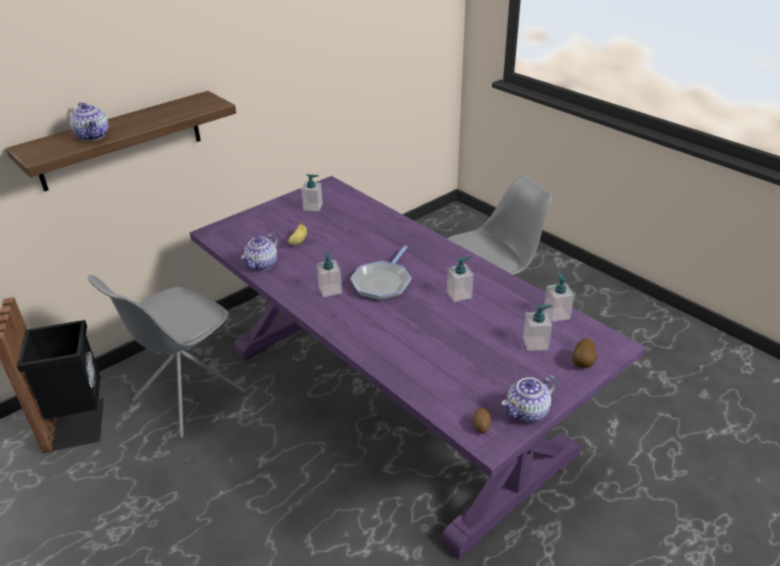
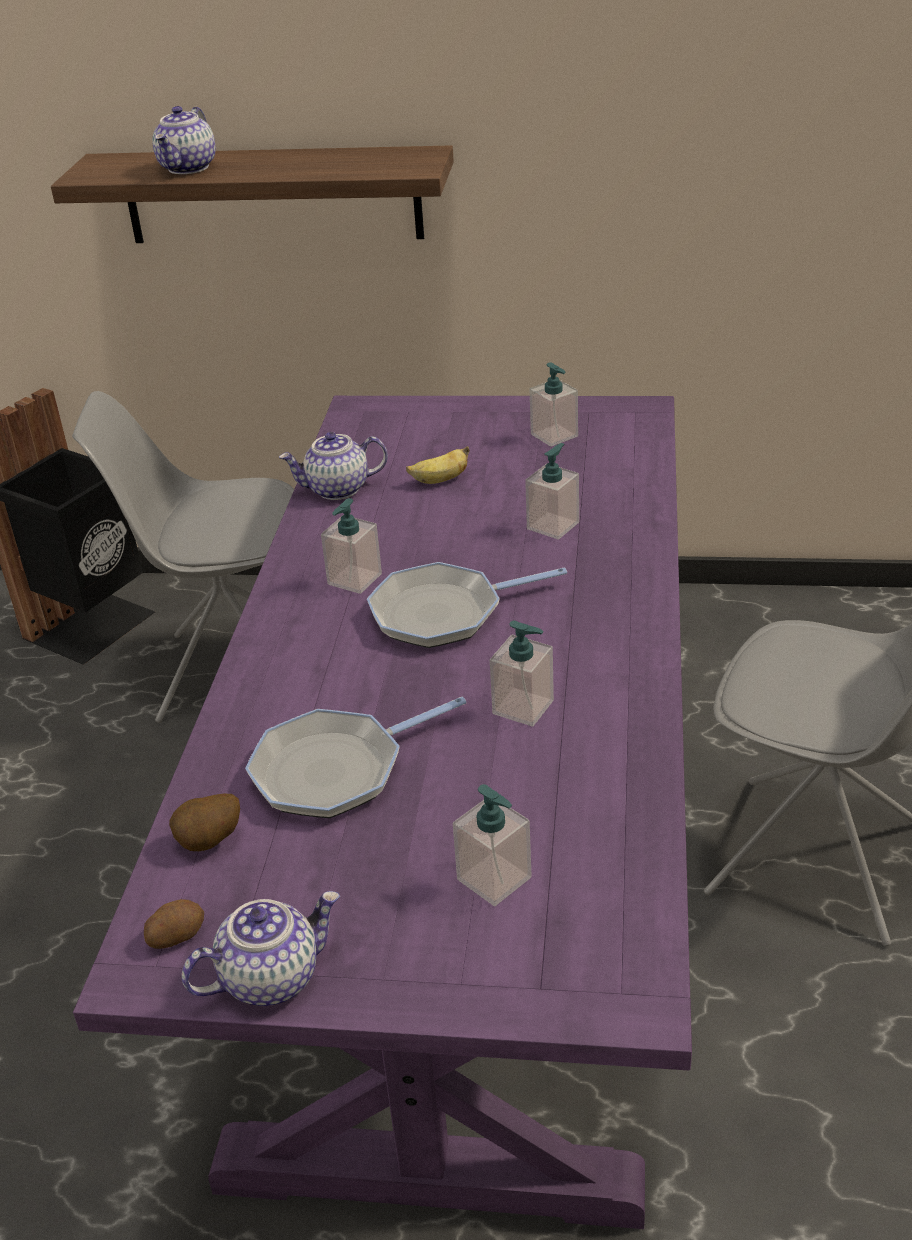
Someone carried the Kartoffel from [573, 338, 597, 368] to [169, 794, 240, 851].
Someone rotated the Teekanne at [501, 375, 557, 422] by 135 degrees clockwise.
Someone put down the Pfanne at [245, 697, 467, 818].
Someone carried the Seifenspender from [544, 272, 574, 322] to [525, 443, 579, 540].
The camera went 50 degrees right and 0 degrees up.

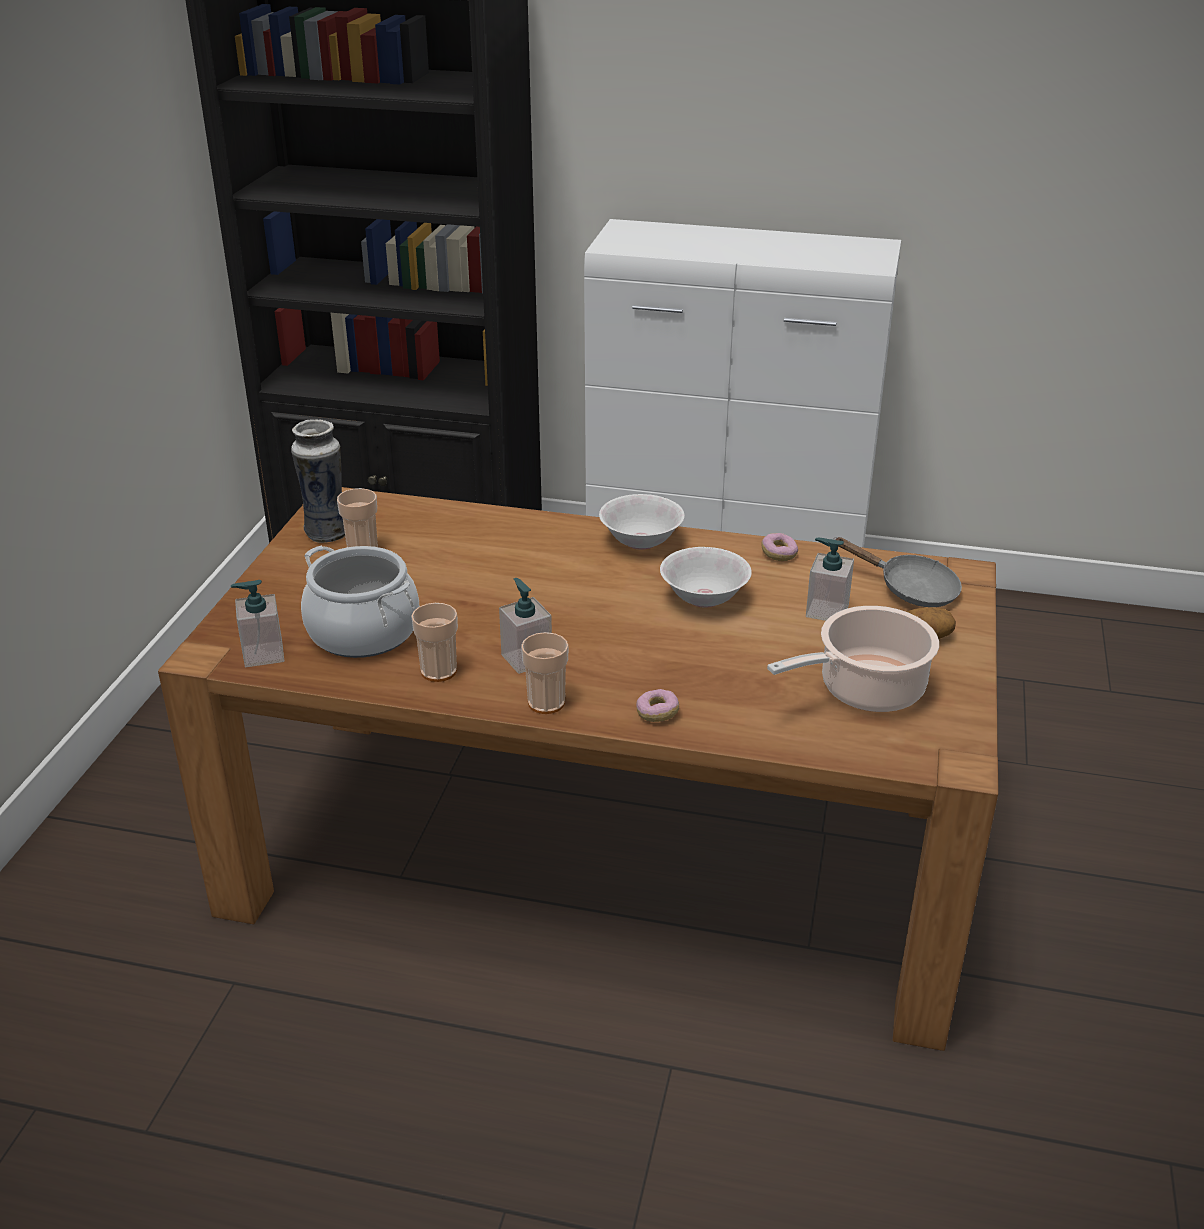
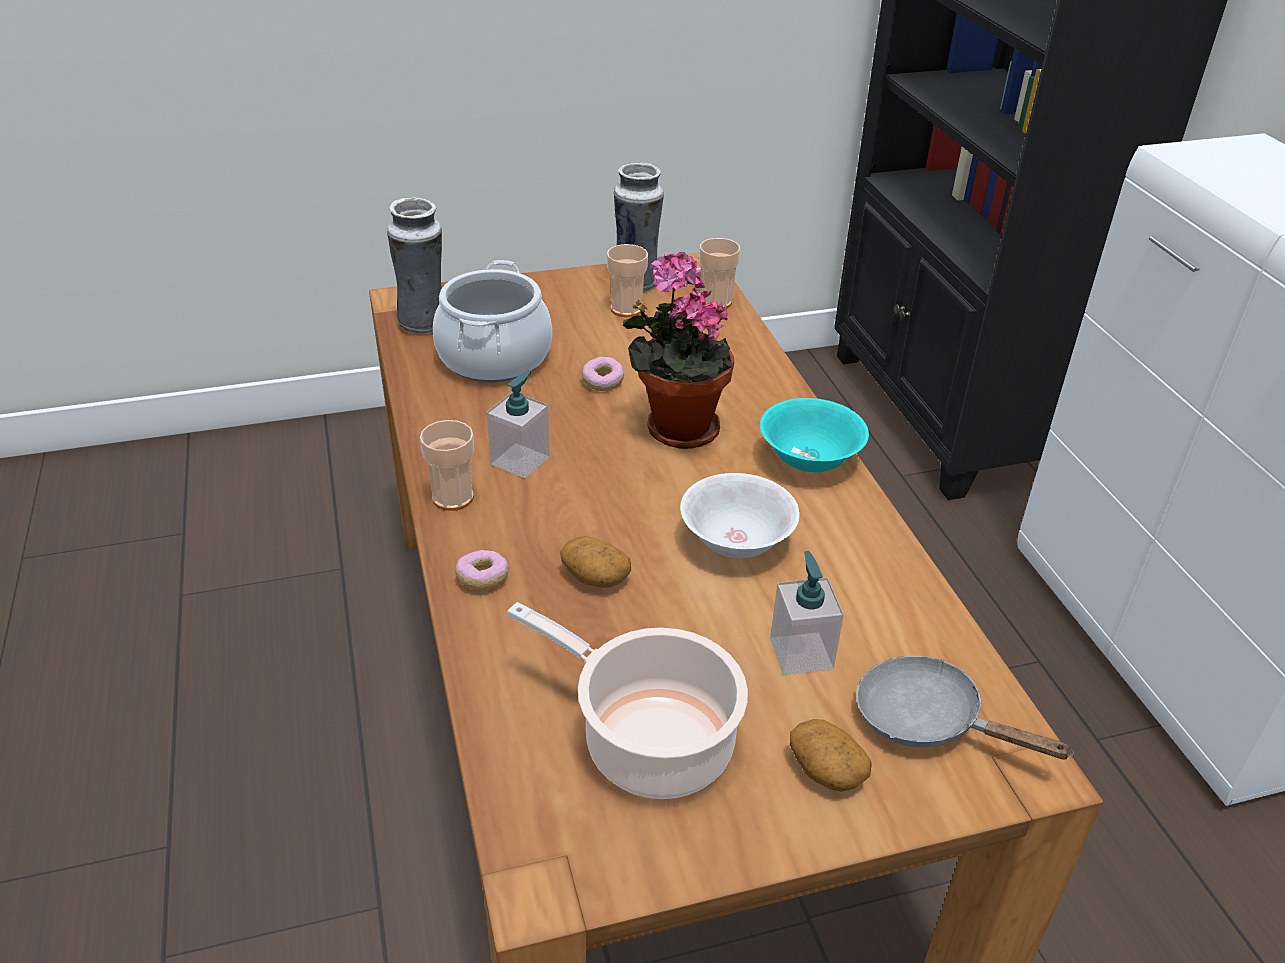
Someone swapped the Seifenspender at [231, 580, 284, 667] for the Vase at [387, 197, 442, 335].
Someone put down the Kartoffel at [560, 536, 631, 588].
Someone carried the Donut from [761, 533, 798, 561] to [582, 357, 624, 391].
Someone put down the Topfpflanze at [623, 252, 734, 449].
Someone carried the Tasse from [411, 603, 458, 682] to [699, 238, 740, 309].
Someone repainted the Schüssel (weiß) at [599, 494, 685, 550], which became the Schüssel (türkis) at [760, 398, 869, 472].
Someone rotated the Pfanne (grau) at [836, 537, 962, 607] by 120 degrees clockwise.
The camera went 60 degrees right and 5 degrees up.

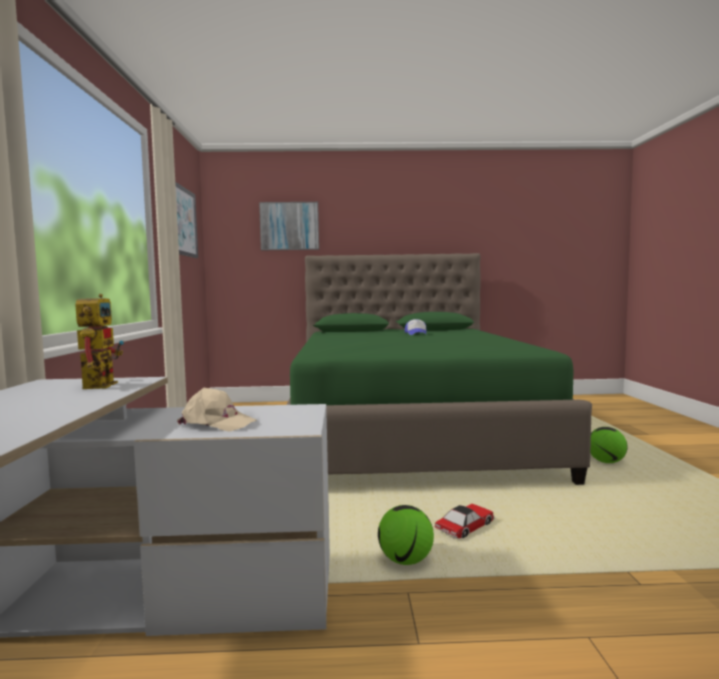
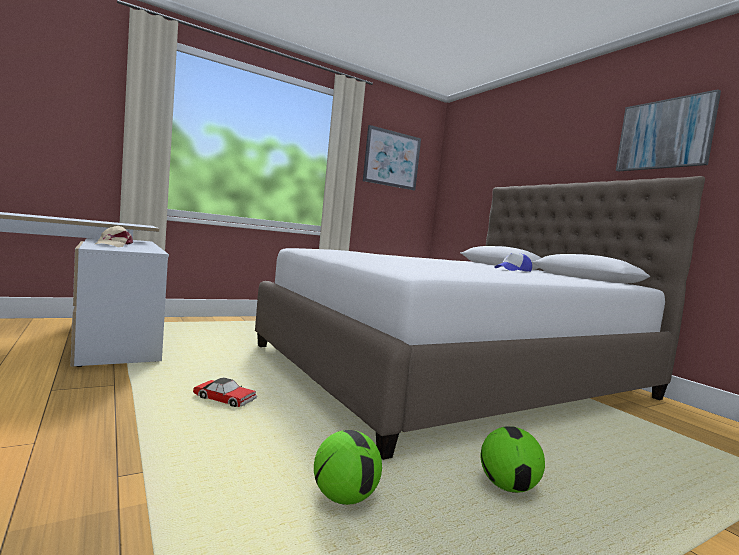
Someone repainted the Bett (grün) at [287, 253, 592, 485], which became the Bett (weiß) at [255, 176, 705, 460].
Someone carried the Fußball from [378, 505, 434, 565] to [314, 430, 382, 505].
Someone carried the Bild from [259, 202, 319, 250] to [616, 89, 721, 172].
Someone took away the Spielzeugroboter at [75, 294, 124, 389].
The camera went 60 degrees right and 0 degrees up.

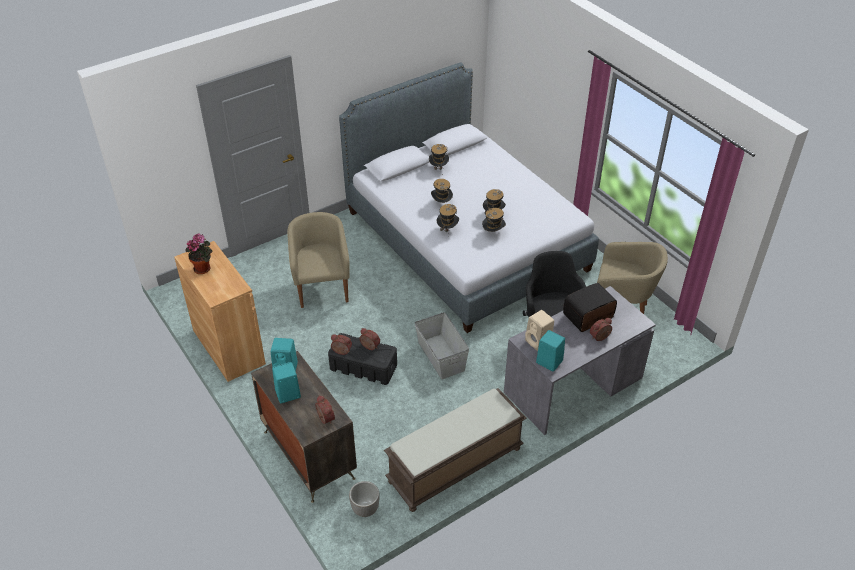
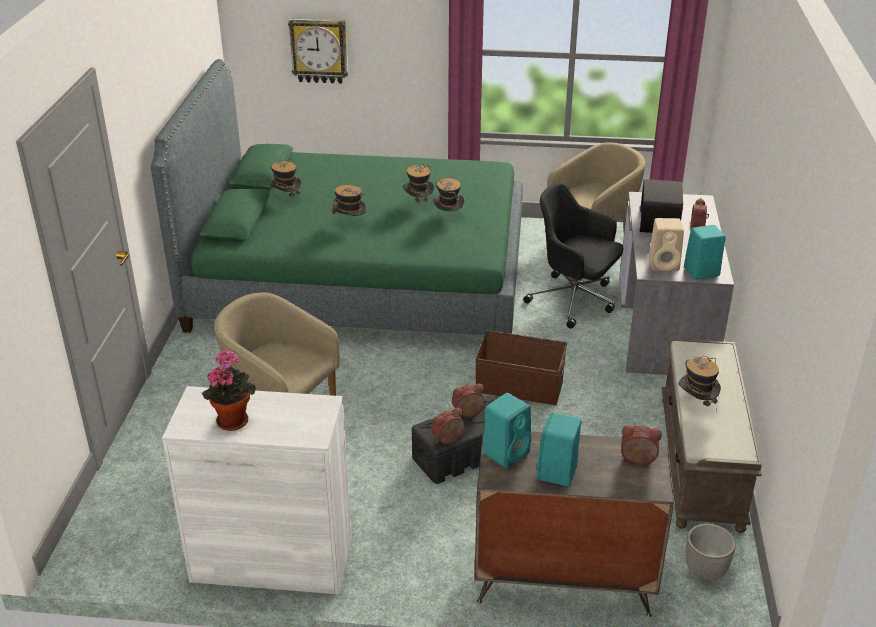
Someone repainted the Bett (grau) at [339, 63, 599, 333], which became the Bett (grün) at [151, 59, 523, 335].
Someone repainted the Schrank (braun) at [174, 241, 266, 382], which became the Schrank (weiß) at [162, 386, 352, 594].
Someone put up the Wanduhr at [288, 18, 349, 84].
Someone repainted the Aufbewahrungsbox (grau) at [415, 312, 469, 379], which became the Aufbewahrungsbox (braun) at [475, 330, 567, 405].
Someone carried the Hut from [437, 204, 459, 238] to [678, 356, 721, 411].
The camera went 50 degrees left and 10 degrees down.

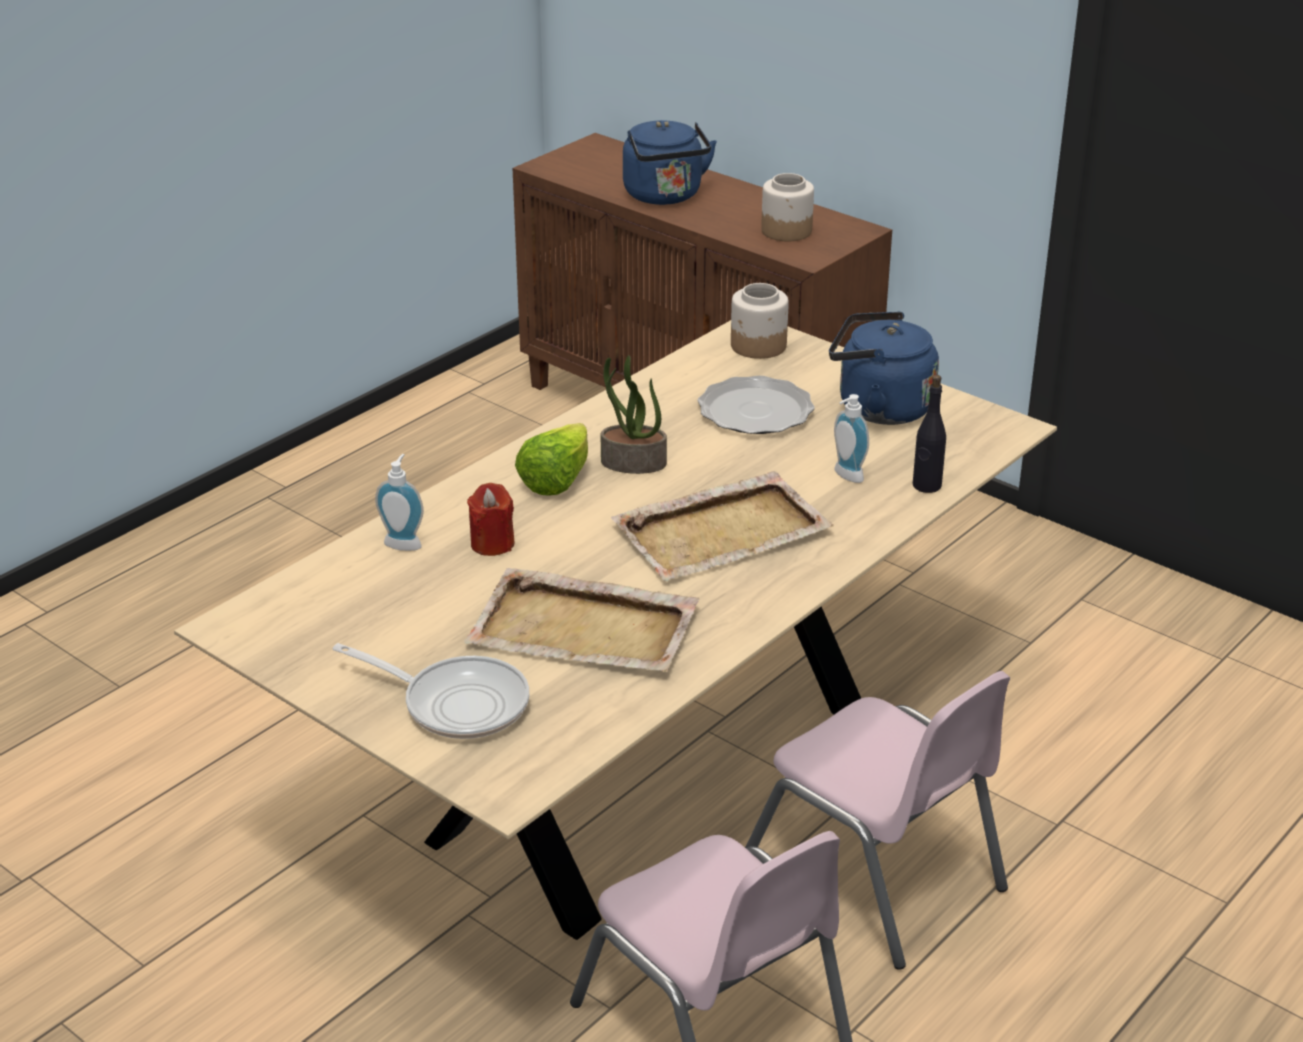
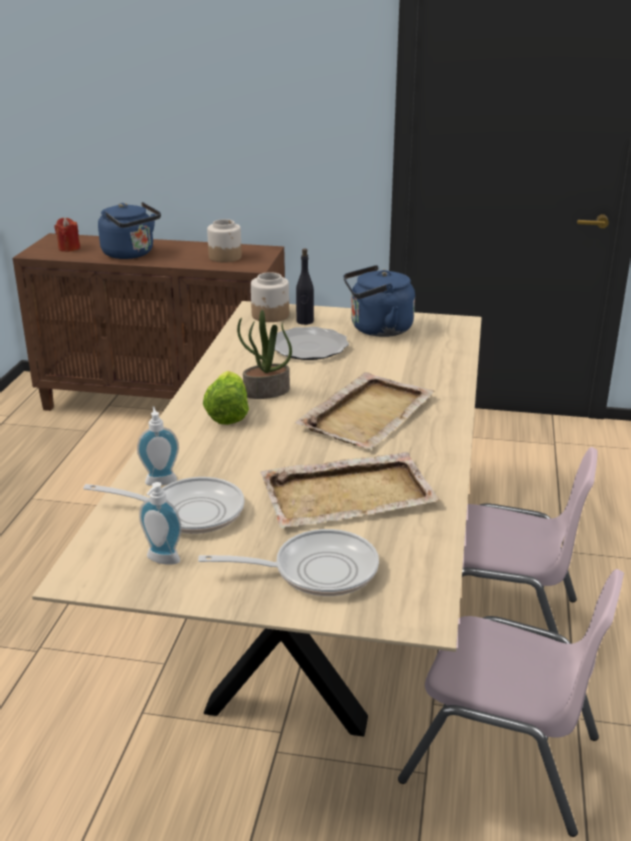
Someone carried the Kerze (rot) from [467, 483, 515, 556] to [54, 218, 81, 252].
Someone put down the Pfanne at [83, 477, 244, 534].
Someone carried the Seifenspender from [834, 394, 869, 483] to [139, 482, 182, 564].
Someone carried the Flasche (schwarz) from [913, 375, 946, 493] to [296, 249, 314, 325].
The camera went 30 degrees left and 5 degrees down.

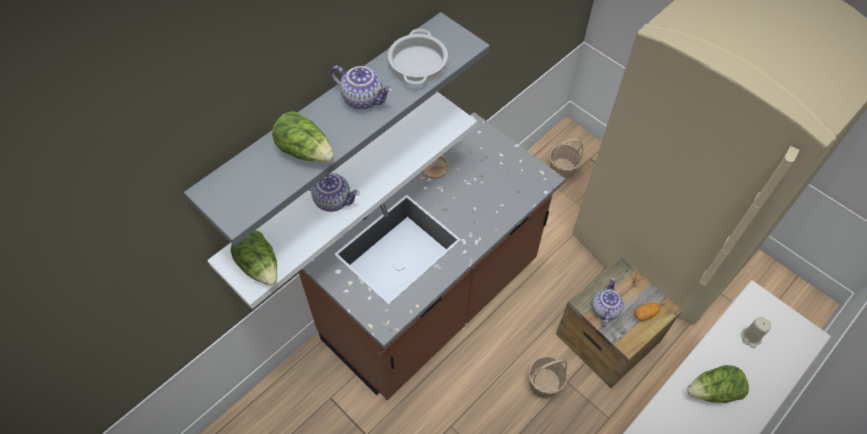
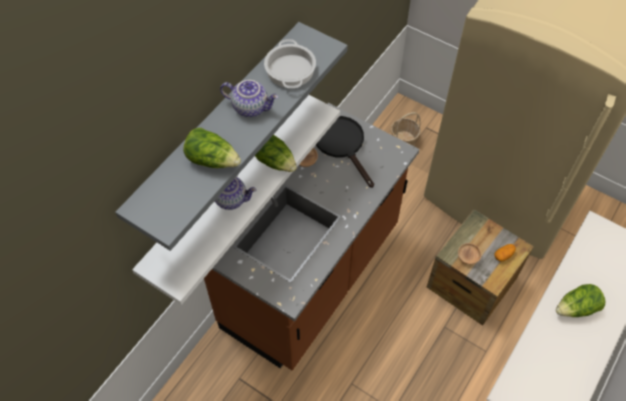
Someone carried the Salatkopf from [231, 230, 277, 286] to [255, 135, 297, 172].
Someone put down the Pfanne (schwarz) at [316, 116, 374, 188].
Someone swapped the Teekanne at [591, 277, 624, 327] for the Schüssel (braun) at [458, 243, 481, 264].
Someone took away the Korb at [528, 356, 568, 399].
Someone took away the Kerze (beige) at [741, 317, 771, 348].
The camera went 10 degrees left and 0 degrees up.

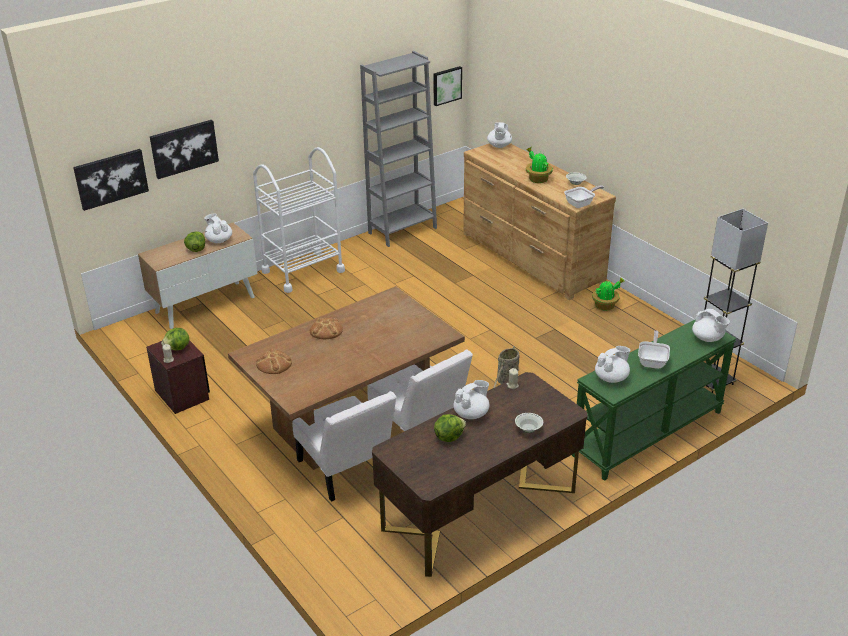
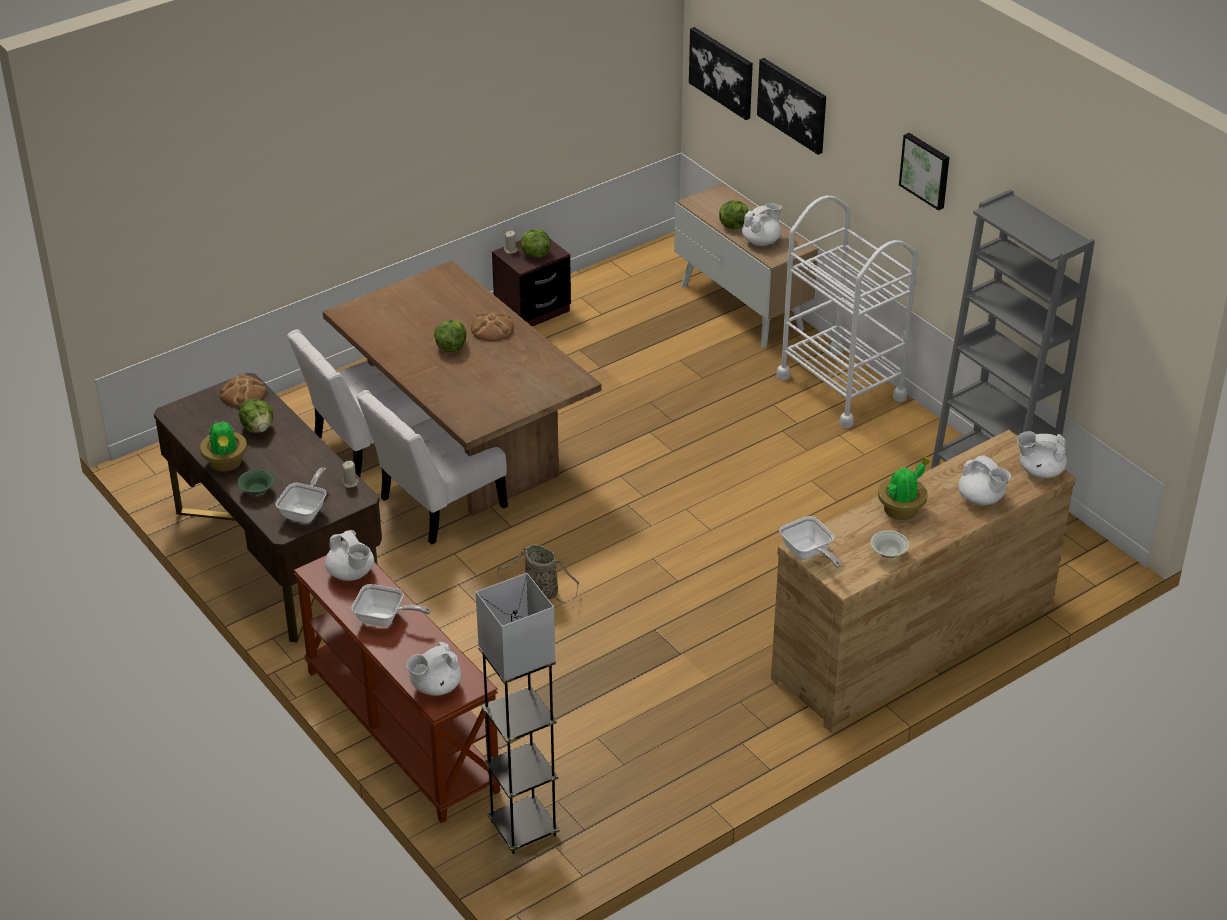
Someone carried the Topfpflanze from [592, 277, 624, 311] to [200, 420, 247, 472].
Someone carried the Brot from [256, 348, 292, 374] to [220, 373, 266, 408].
Someone repainted the Schüssel (weiß) at [515, 413, 543, 433], which became the Schüssel (grün) at [238, 469, 274, 495].
Someone put down the Pfanne at [275, 467, 327, 523].
Someone repainted the Konsolentisch (grün) at [572, 319, 737, 481], which became the Konsolentisch (braun) at [294, 555, 500, 823].
Someone put down the Salatkopf at [434, 320, 466, 352].
Someone carried the Bild from [434, 66, 462, 106] to [899, 133, 950, 211].
Someone carried the Teekanne (weiß) from [453, 380, 489, 419] to [958, 456, 1011, 505].
The camera went 90 degrees right and 5 degrees up.

